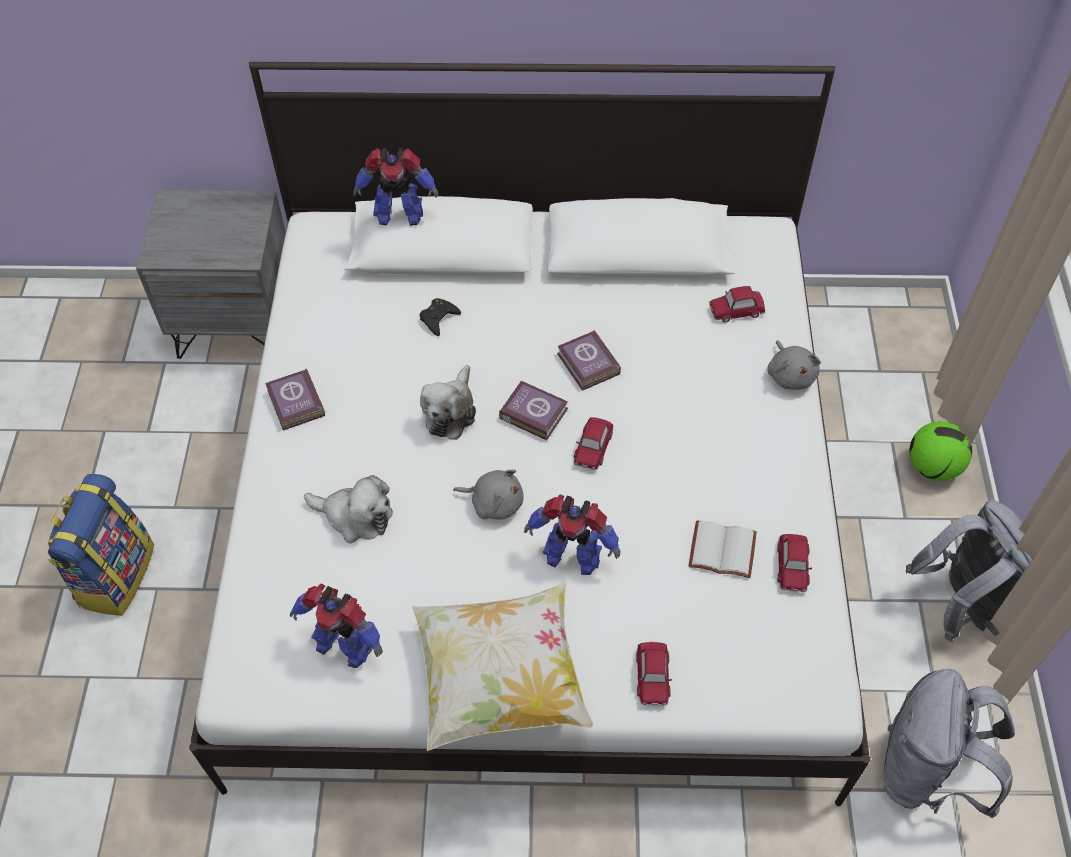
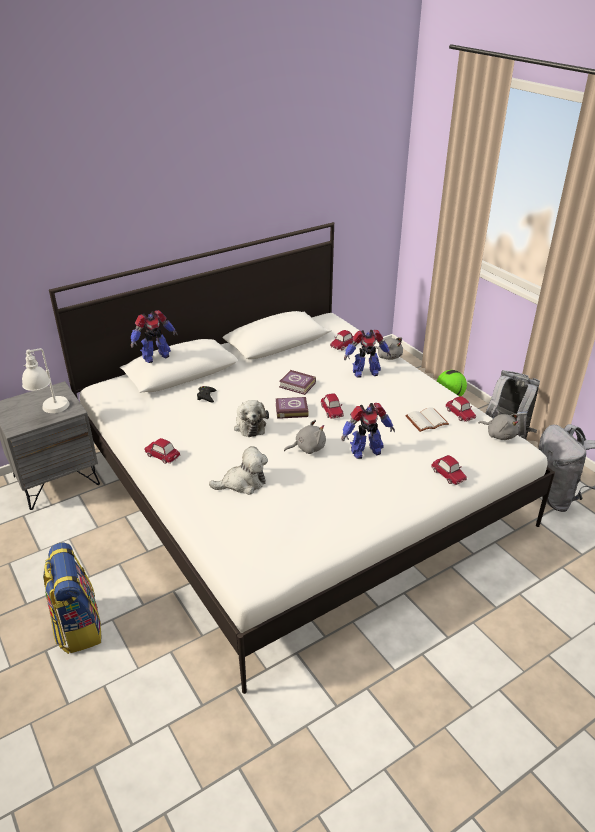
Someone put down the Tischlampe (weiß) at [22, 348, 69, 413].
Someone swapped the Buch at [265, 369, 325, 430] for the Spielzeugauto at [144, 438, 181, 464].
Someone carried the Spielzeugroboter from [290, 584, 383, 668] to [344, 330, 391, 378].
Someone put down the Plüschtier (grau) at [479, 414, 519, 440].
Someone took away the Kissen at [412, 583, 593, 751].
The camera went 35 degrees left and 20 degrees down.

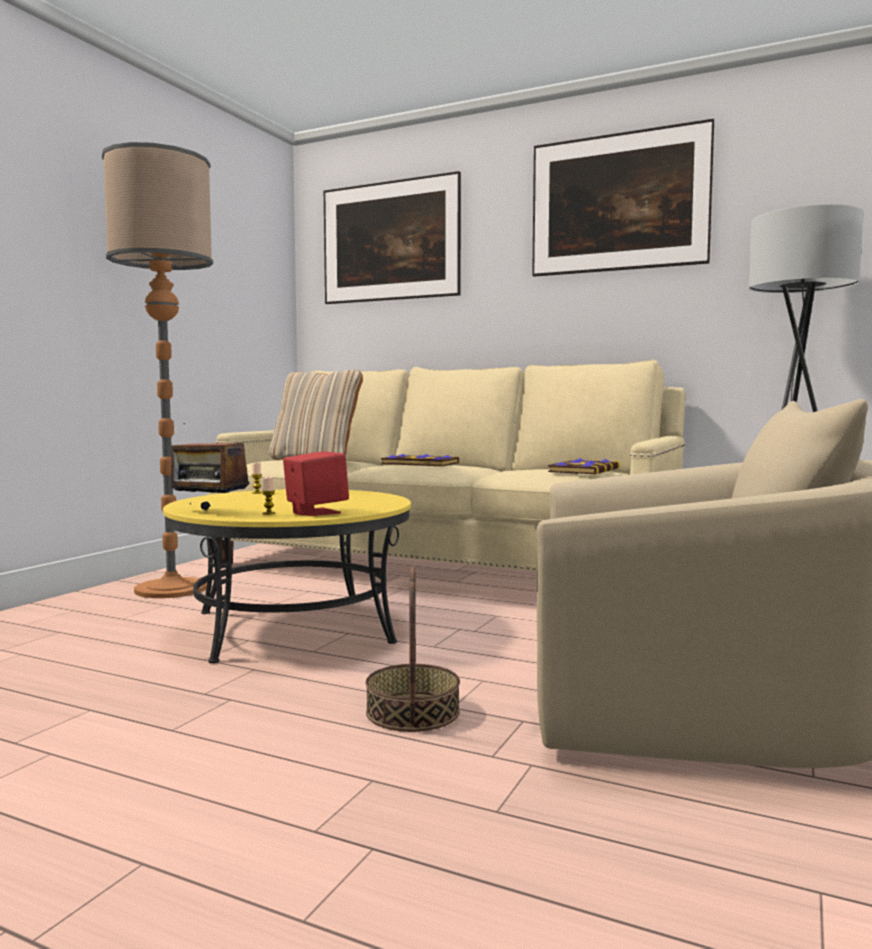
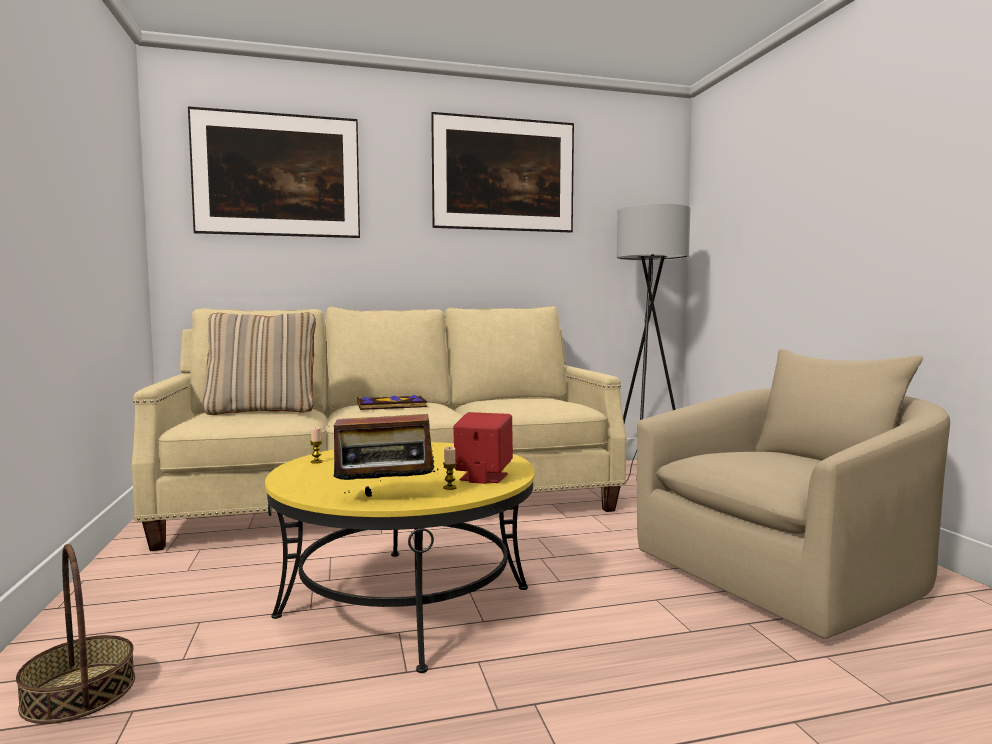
Someone carried the Korb from [366, 566, 460, 732] to [16, 544, 135, 724].
Someone took away the Stehlampe at [102, 142, 213, 598].
Someone took away the Buch at [548, 458, 620, 475].
The camera went 40 degrees left and 0 degrees up.

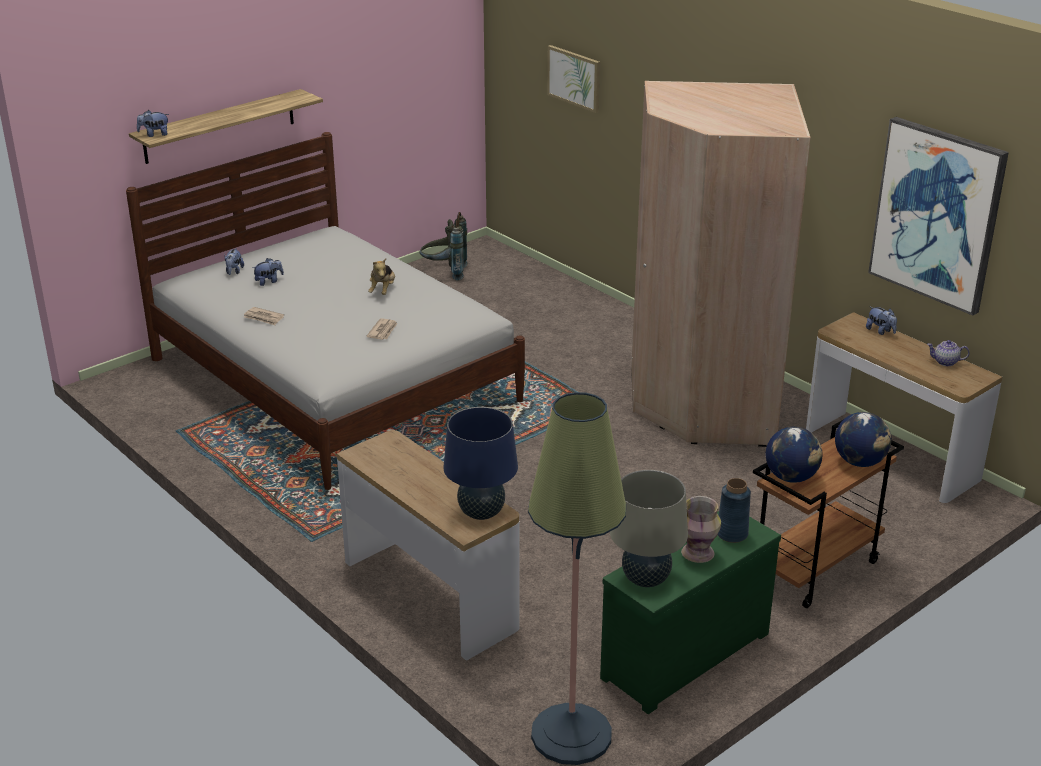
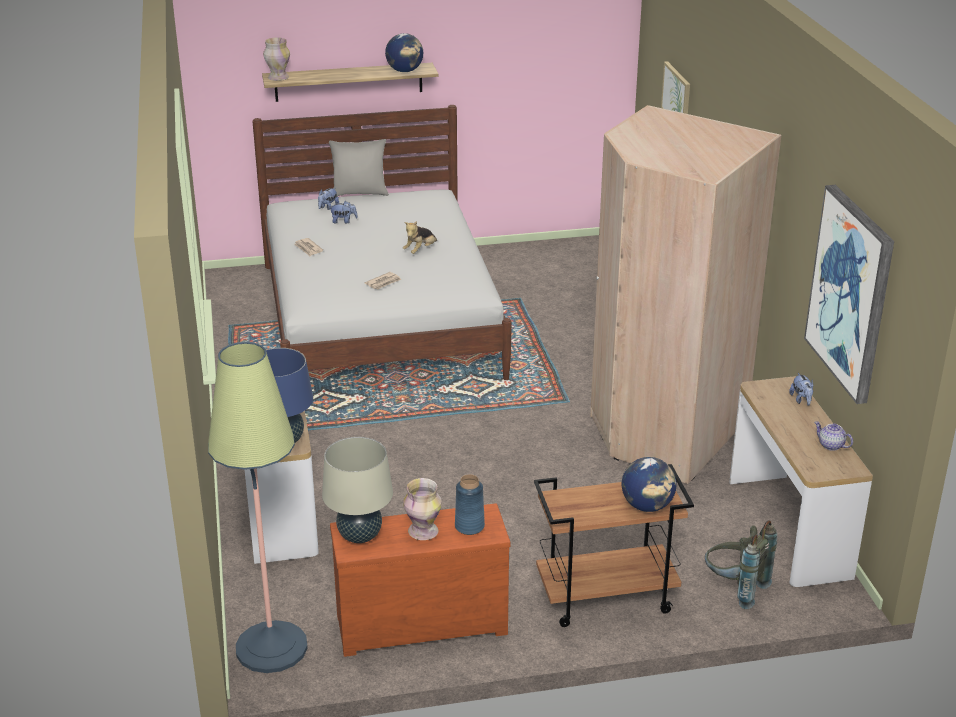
Someone swapped the Plüschtier at [137, 110, 169, 137] for the Vase at [263, 37, 290, 81].
Someone put down the Kissen (grau) at [329, 139, 389, 196].
Someone repainted the Kommode (grün) at [600, 511, 781, 714], which became the Kommode (braun) at [330, 503, 510, 657].
Someone carried the Globus from [766, 427, 823, 483] to [385, 33, 423, 72].
Someone carried the Rucksack (grau) from [420, 212, 467, 281] to [705, 520, 777, 609].
The camera went 30 degrees right and 0 degrees up.

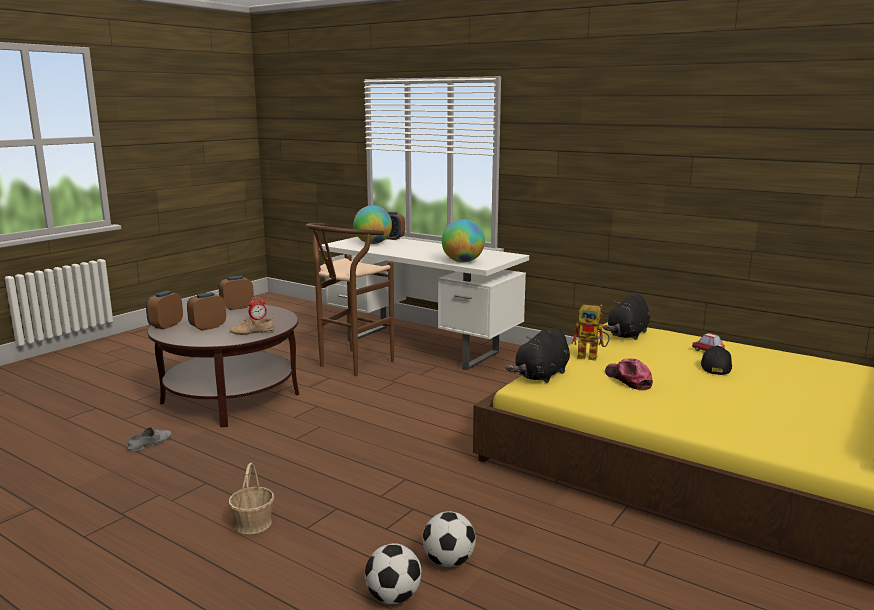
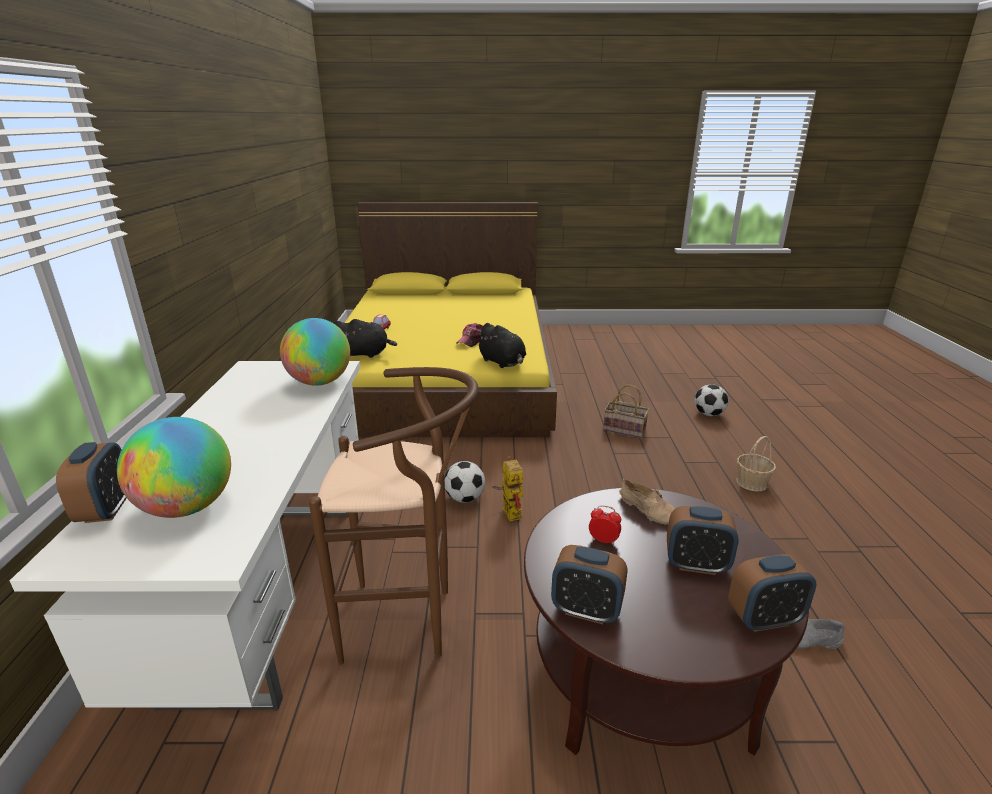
Someone carried the Fußball from [423, 511, 476, 567] to [444, 461, 485, 503].
Someone rotated the Plüschtier (schwarz) at [506, 328, 570, 383] by 45 degrees clockwise.
Someone carried the Spielzeugroboter from [571, 305, 610, 361] to [492, 456, 523, 522].
Someone put down the Korb at [603, 384, 649, 438].
Someone took away the Kappe (schwarz) at [701, 346, 732, 375].
The camera went 125 degrees left and 10 degrees up.

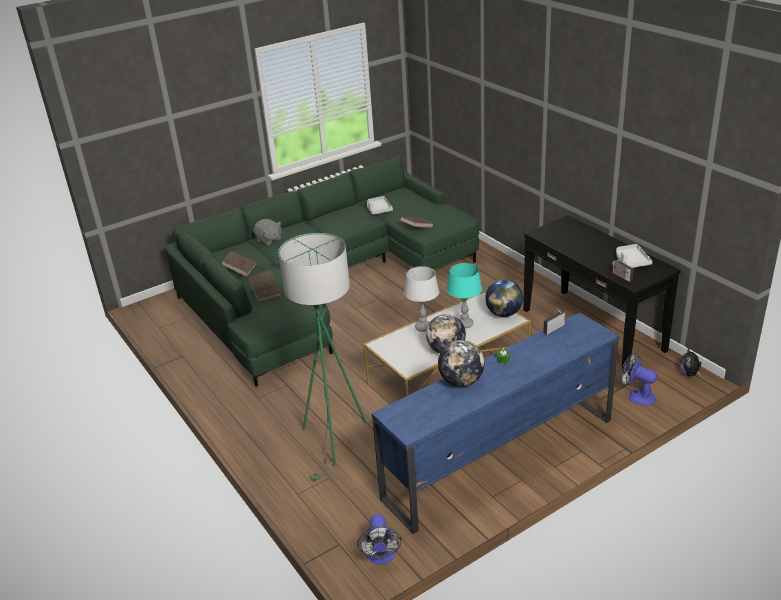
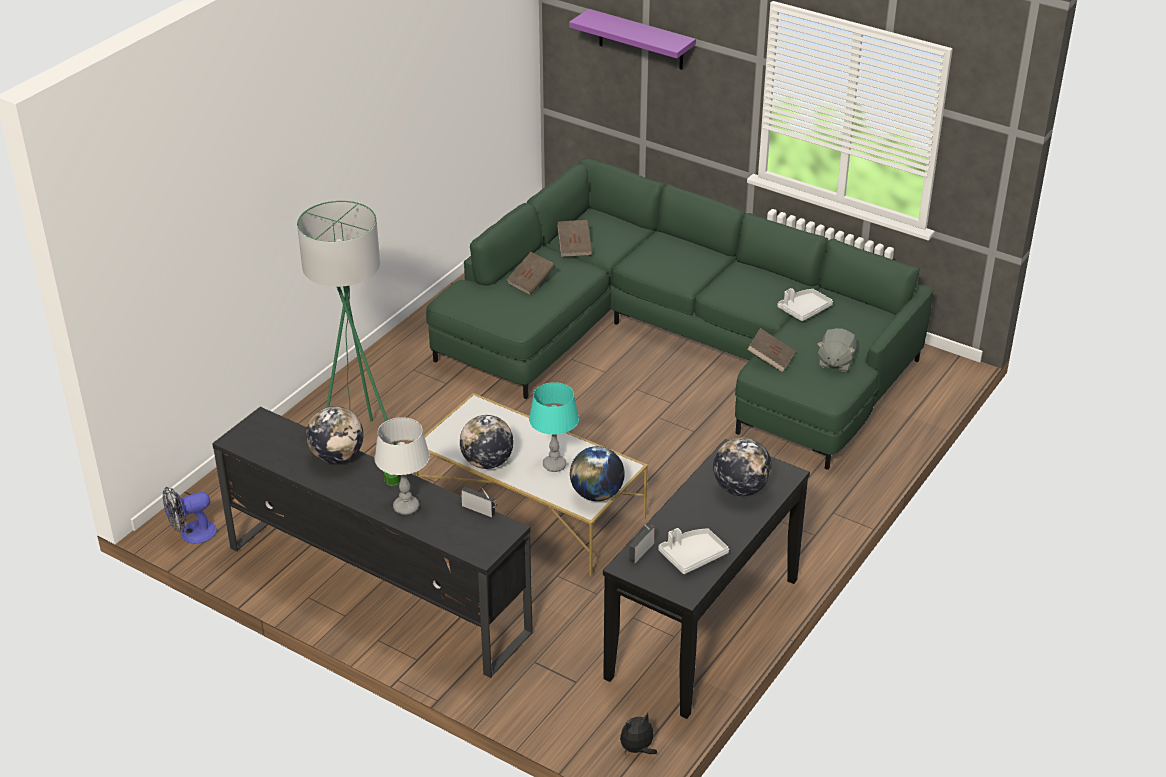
Someone repainted the Fernsehschrank (blau) at [372, 313, 619, 534], which became the Fernsehschrank (schwarz) at [212, 407, 533, 678].
Someone carried the Tischlampe (grau) from [404, 266, 439, 332] to [375, 417, 430, 515].
Someone put up the Wandregal (lila) at [569, 9, 696, 70].
Someone put down the Globus at [713, 437, 772, 496].
Someone carried the Plüschtier (grau) from [253, 219, 282, 246] to [817, 328, 857, 372].
Someone took away the Ventilator at [620, 353, 657, 406].
The camera went 65 degrees right and 5 degrees up.

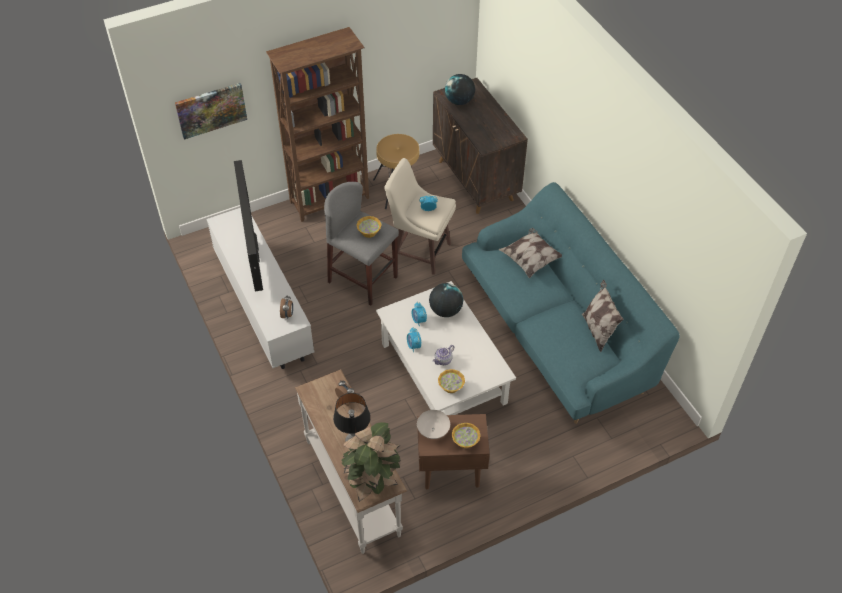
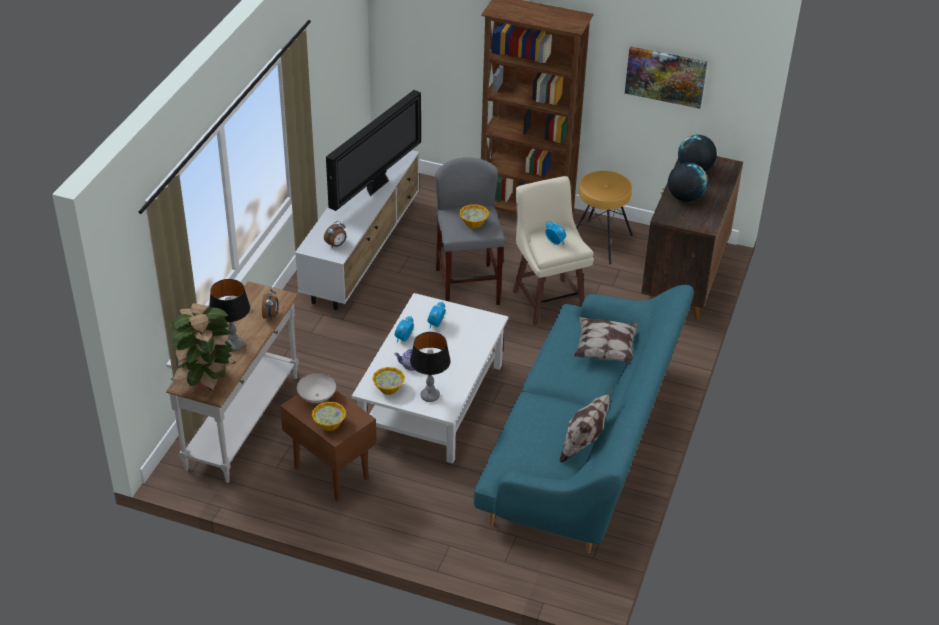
Someone put down the Tischlampe at [410, 332, 451, 402].
Someone carried the Bild from [175, 83, 247, 139] to [625, 46, 707, 109].
Someone carried the Globus from [429, 283, 463, 317] to [668, 162, 708, 202].
The camera went 45 degrees right and 10 degrees down.

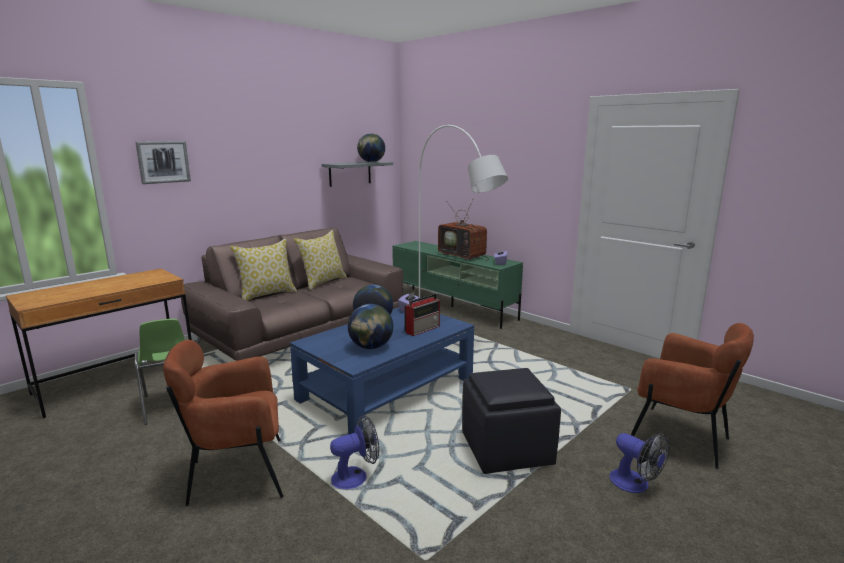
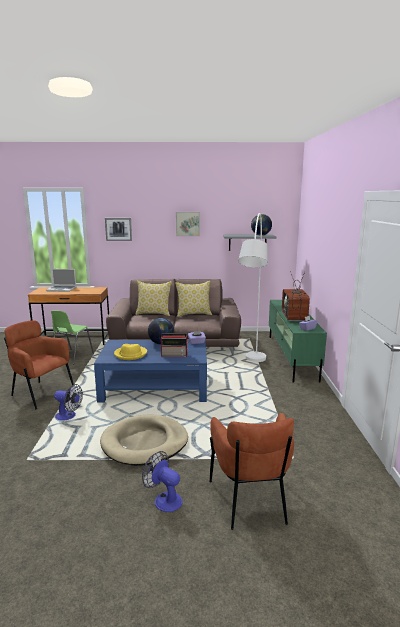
Someone put down the Laptop at [46, 269, 76, 292].
Someone swapped the Polsterhocker (schwarz) at [462, 368, 561, 474] for the Hundebett (beige) at [100, 414, 188, 466].
Someone swapped the Globus at [348, 304, 393, 349] for the Hut (gelb) at [114, 344, 147, 360].
Someone rotated the Ventilator at [609, 433, 670, 493] by 120 degrees clockwise.
Someone put up the Bild at [176, 212, 200, 236].
The camera went 45 degrees right and 0 degrees up.

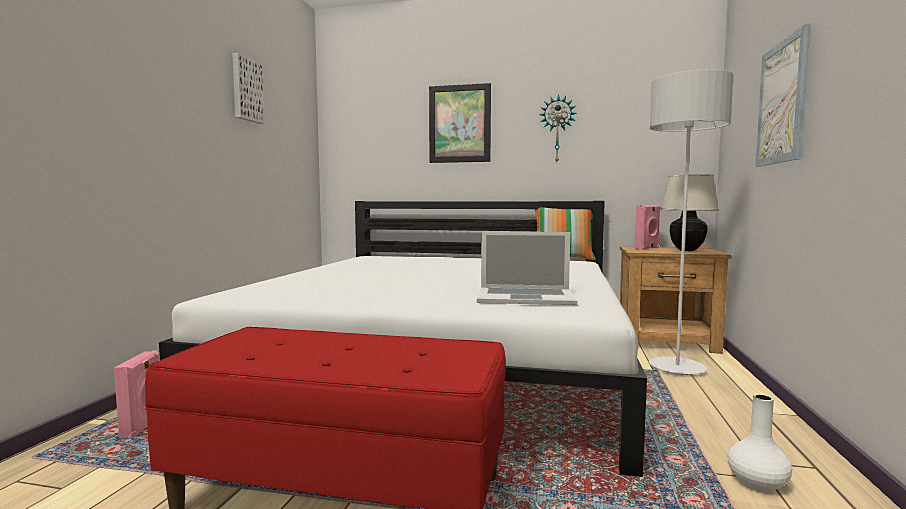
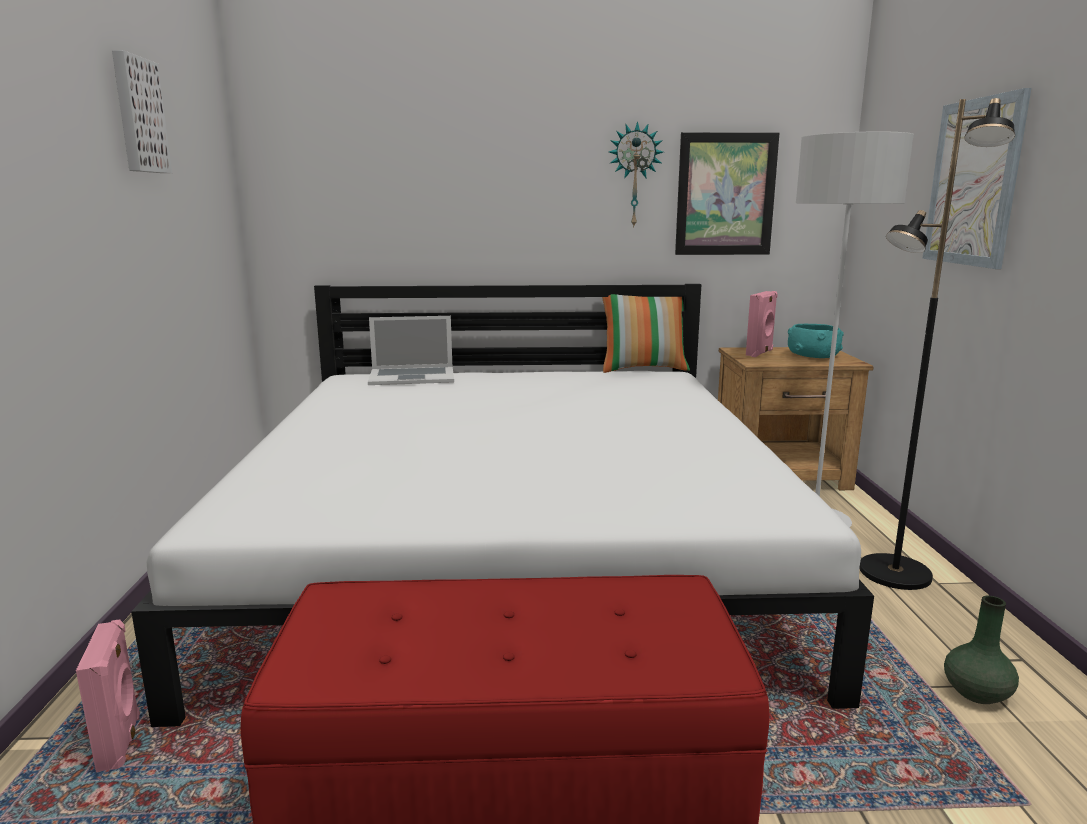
Someone carried the Laptop from [477, 231, 577, 305] to [368, 316, 454, 385].
Someone carried the Bild from [429, 83, 491, 163] to [675, 132, 779, 255].
Someone swapped the Tischlampe (beige) at [660, 174, 719, 251] for the Schüssel (türkis) at [788, 324, 844, 358].
Someone put down the Stehlampe (schwarz) at [859, 98, 1015, 590].
Someone repainted the Vase (weiß) at [727, 394, 792, 492], which became the Vase (grün) at [944, 596, 1019, 704].
The camera went 15 degrees left and 10 degrees up.

